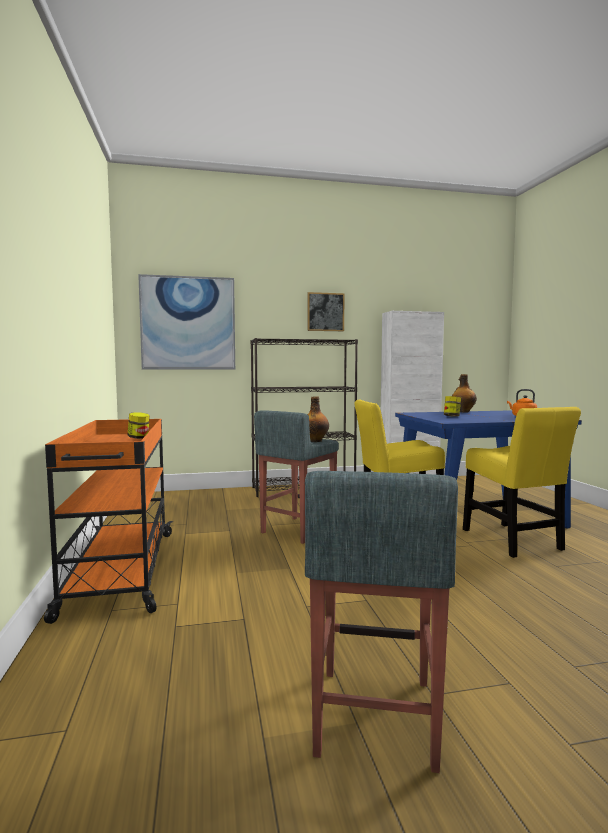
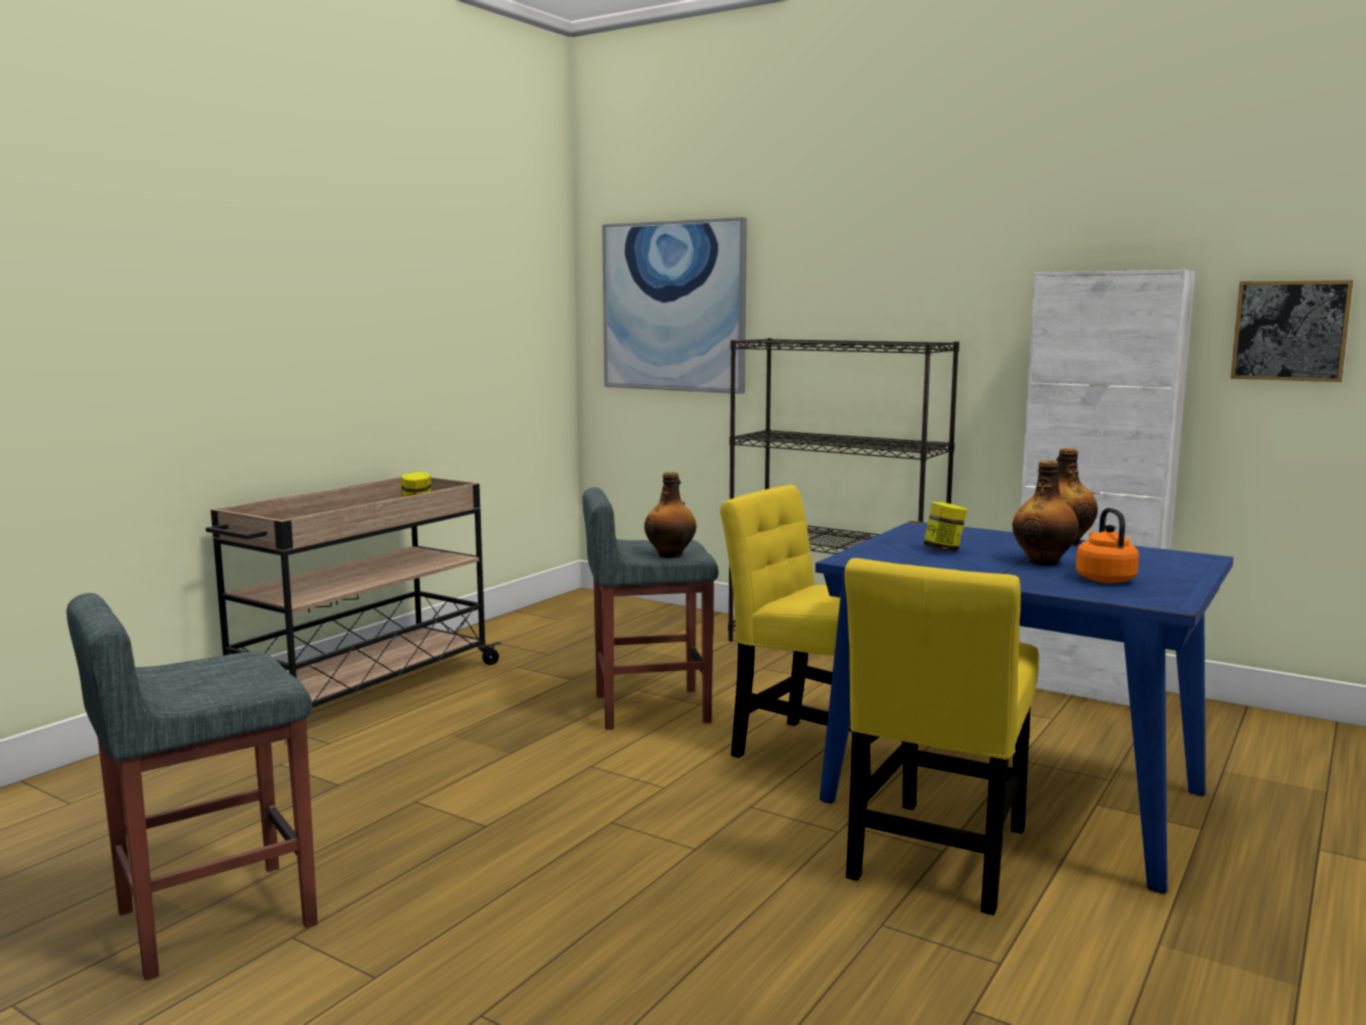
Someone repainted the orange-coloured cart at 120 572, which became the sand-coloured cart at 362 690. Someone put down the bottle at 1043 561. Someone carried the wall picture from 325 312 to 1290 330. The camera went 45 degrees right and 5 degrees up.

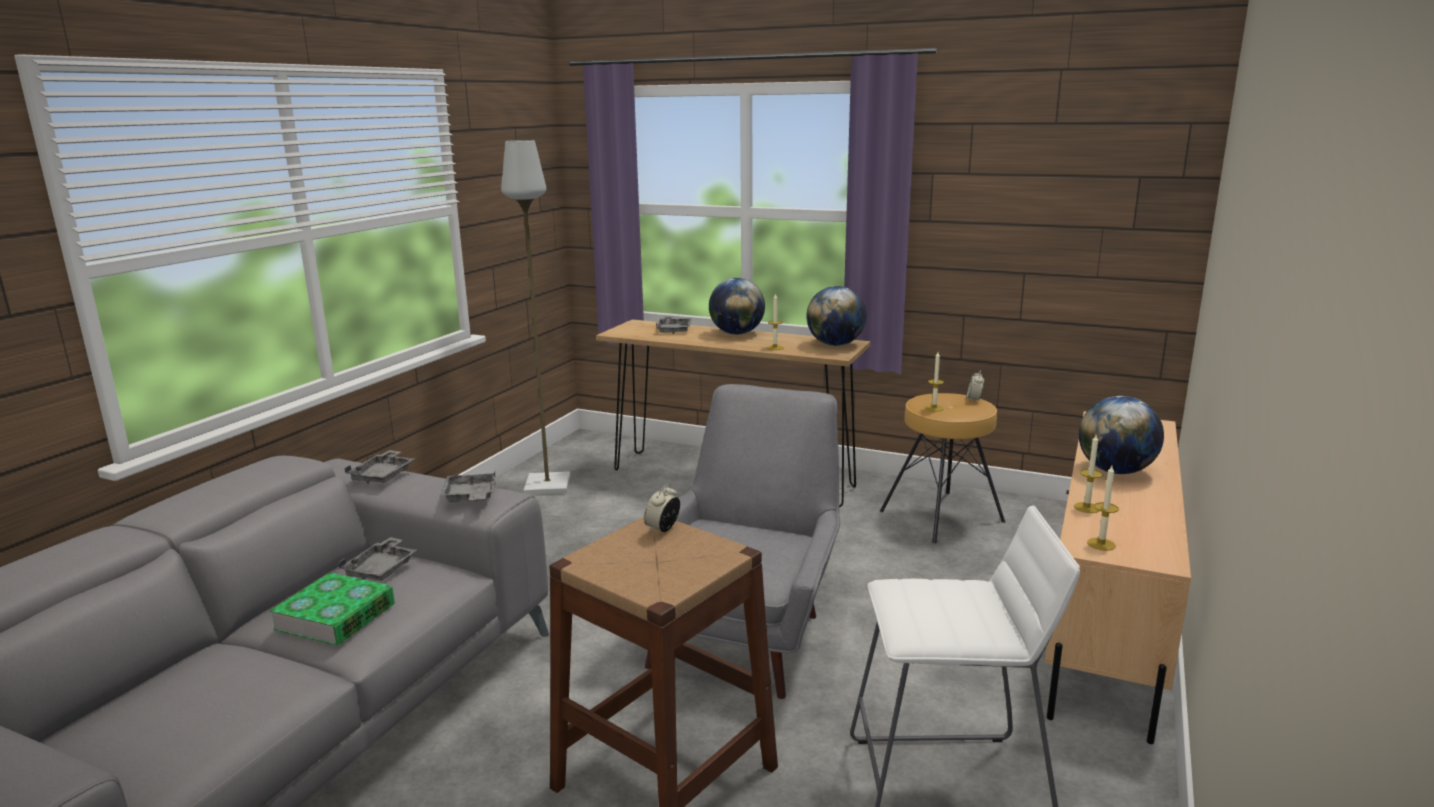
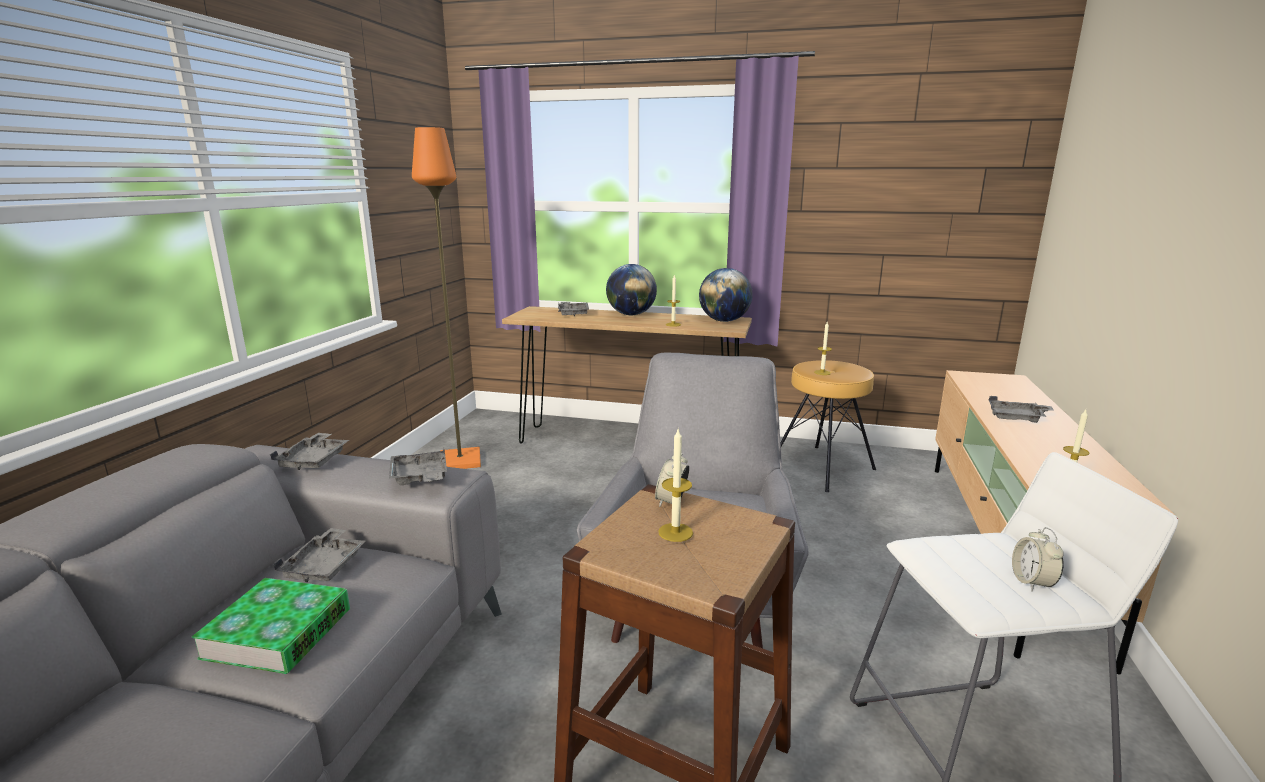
Someone repainted the gray standard lamp at 546 485, which became the orange-coloured standard lamp at 459 460. Someone carried the wax candle from 1086 507 to 675 532. Someone swapped the desk globe at 1115 471 for the gray carrying tray at 1017 418. Someone carried the bedside clock from 974 399 to 1032 582. The camera went 10 degrees left and 0 degrees up.

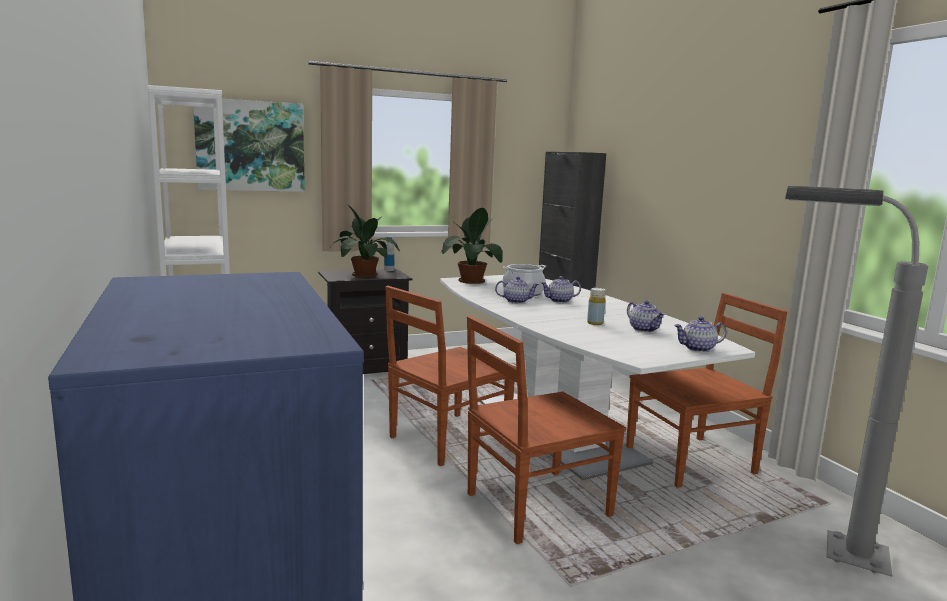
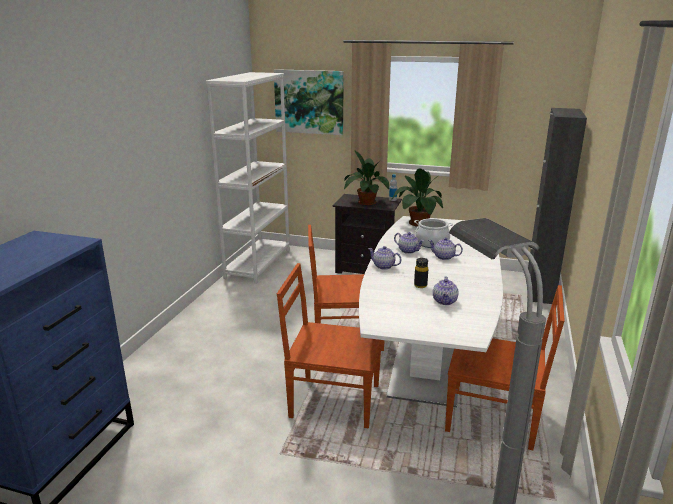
Someone carried the teapot from 698 348 to 383 266. Someone repainted the yellowish bottle at 595 323, which became the blackish bottle at 420 285. The camera went 40 degrees right and 10 degrees up.

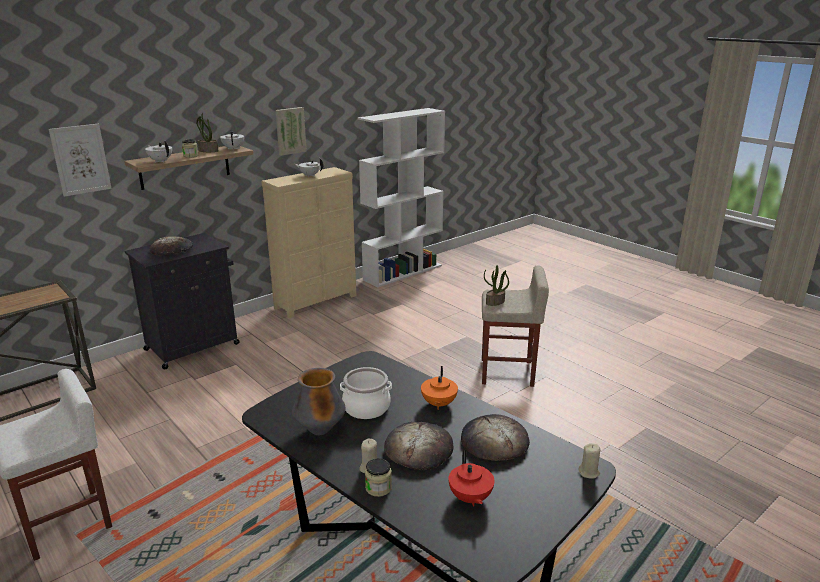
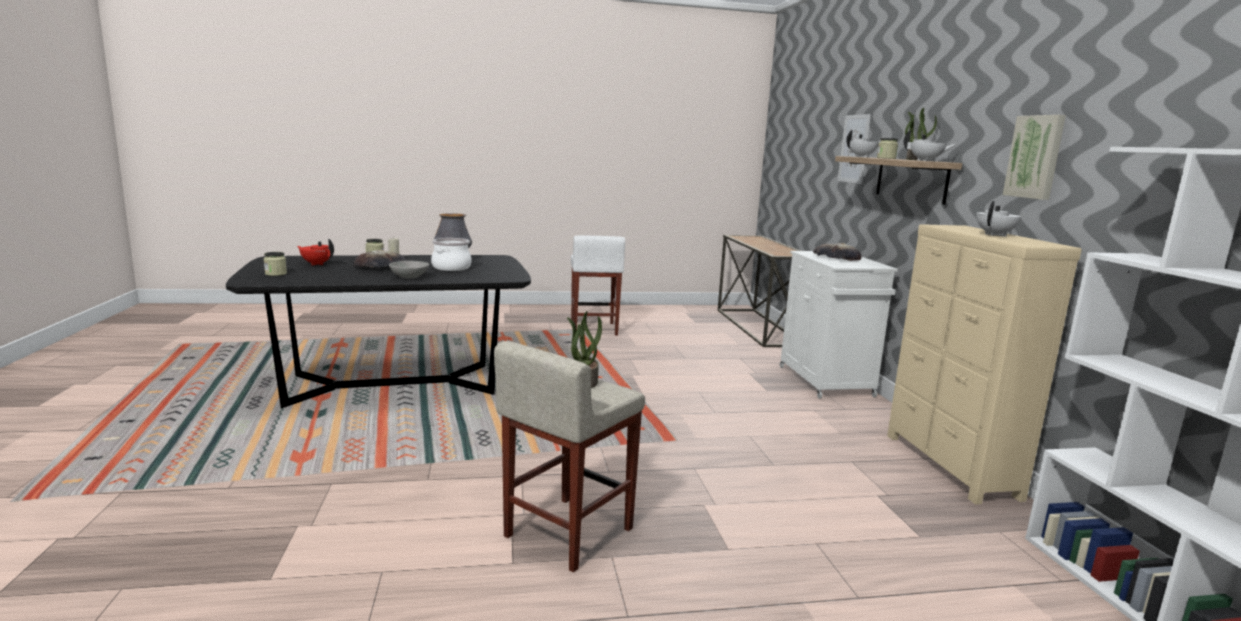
Someone put down the jar at 275 274. Someone swapped the orange-coloured teapot at 438 404 for the gray serving bowl at 409 277. Someone repainted the blackish storage cabinet at 194 346, which became the white storage cabinet at 826 382. Someone took away the bakery bread at 494 441. Someone took away the sand-coloured wax candle at 589 472. The camera went 120 degrees right and 10 degrees down.

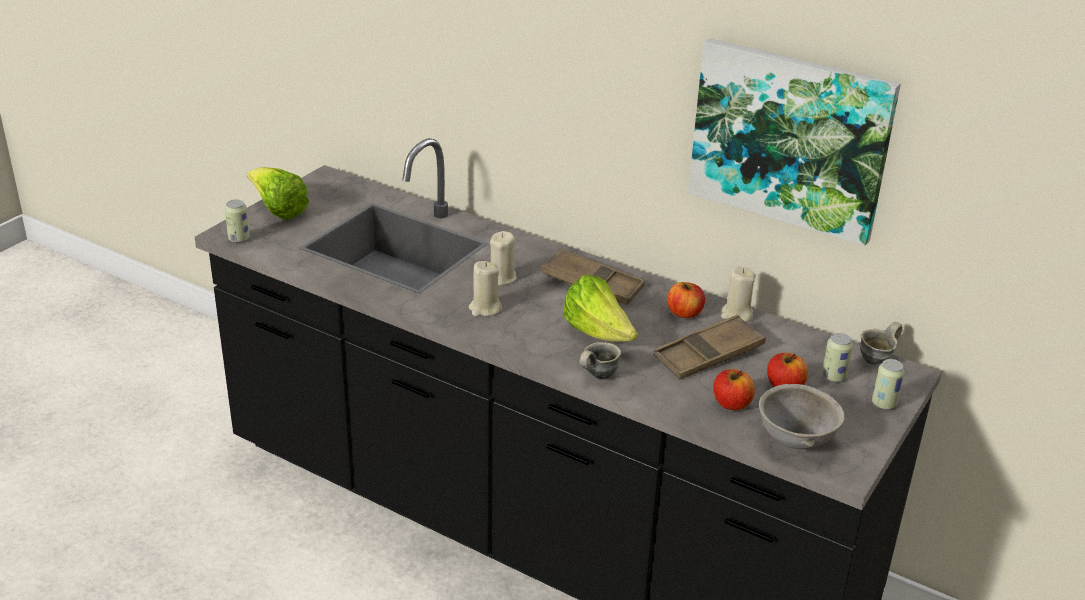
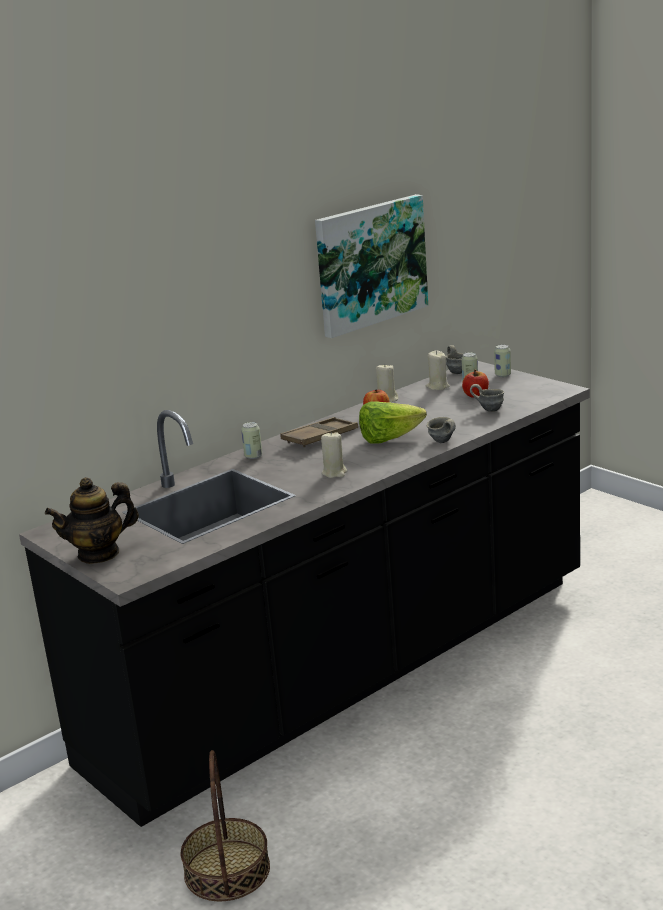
Someone swapped the head of lettuce at 278 210 for the teapot at 99 554. Someone put down the basket at 227 870. Someone carried the sealed can from 239 239 to 253 456. Someone carried the sand-coloured wax candle from 501 278 to 437 387. Someone swapped the apple fruit at 731 403 for the gray tea mug at 489 409. Someone took away the brown-coloured carrying tray at 708 354. Someone took away the gray serving bowl at 796 440. The camera went 70 degrees left and 10 degrees down.

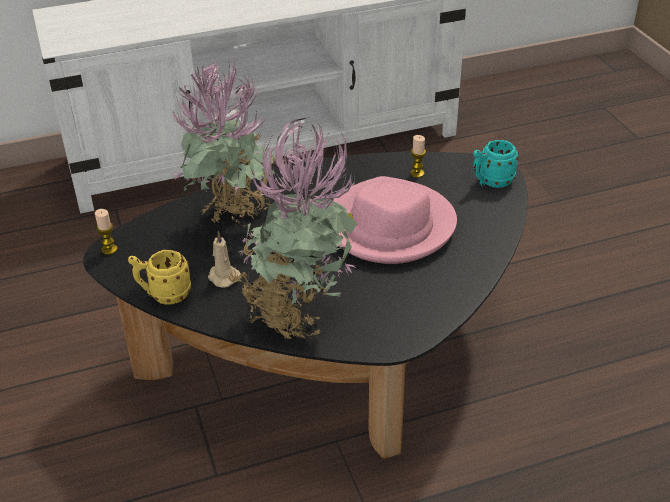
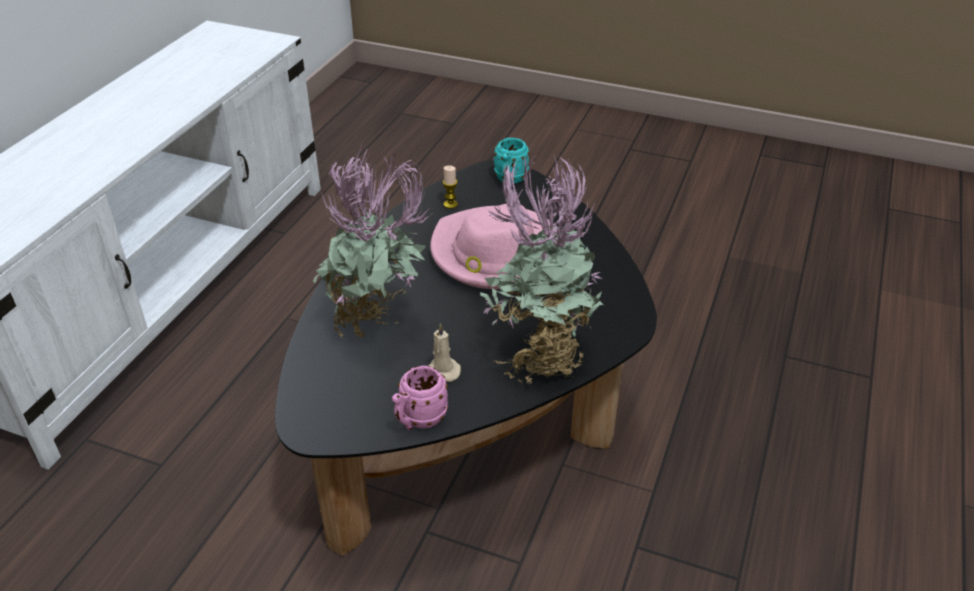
Someone repainted the yellowish tea mug at 164 295, which became the pink tea mug at 419 420. Someone took away the wax candle at 109 249. The camera went 50 degrees left and 0 degrees up.

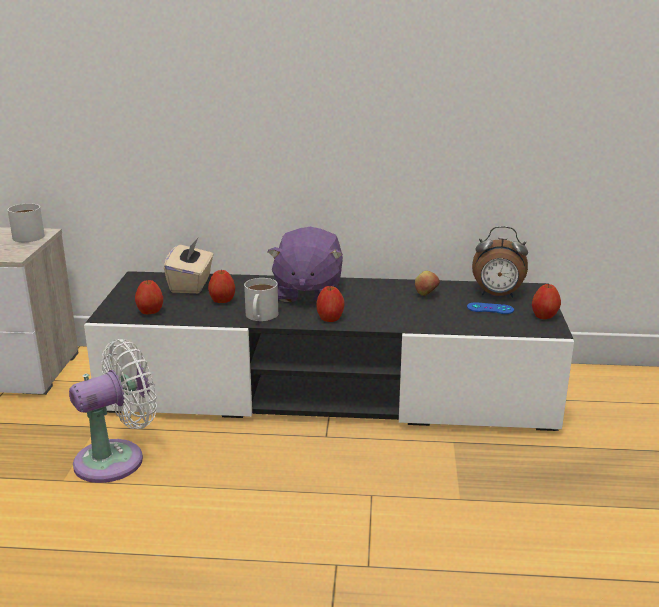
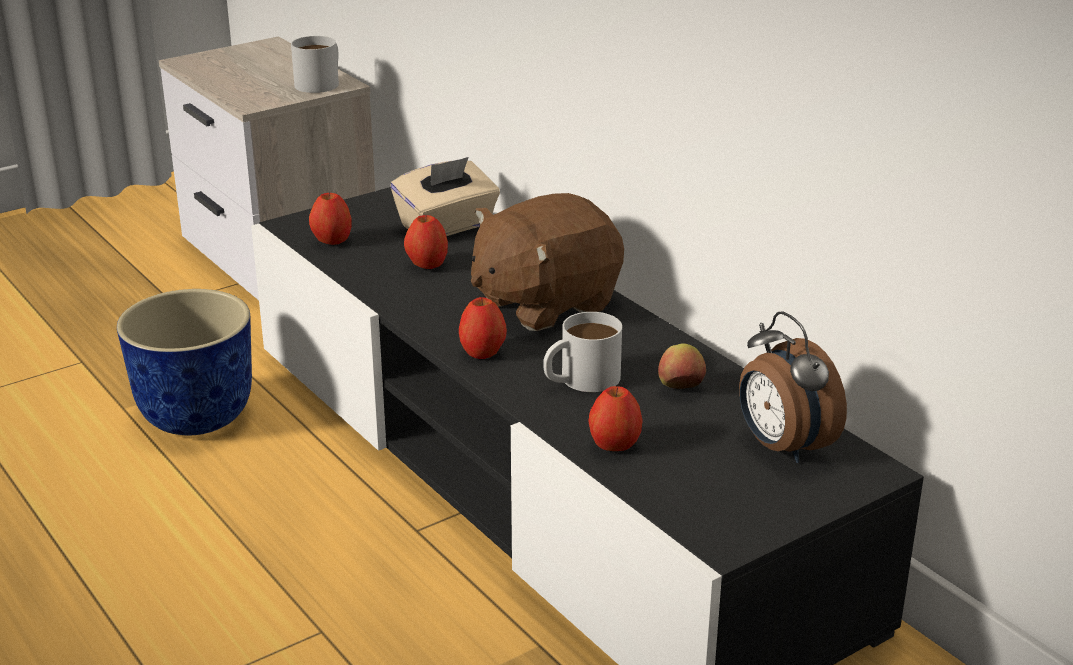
Someone swapped the white fan at 116 459 for the planter at 196 416. Someone repainted the purple soft toy at 307 292, which became the brown-coloured soft toy at 544 303. Someone carried the white tea mug from 260 317 to 580 380. Someone carried the apple fruit from 544 317 to 614 446. Someone took away the blue joypad at 490 309. The camera went 50 degrees right and 5 degrees up.

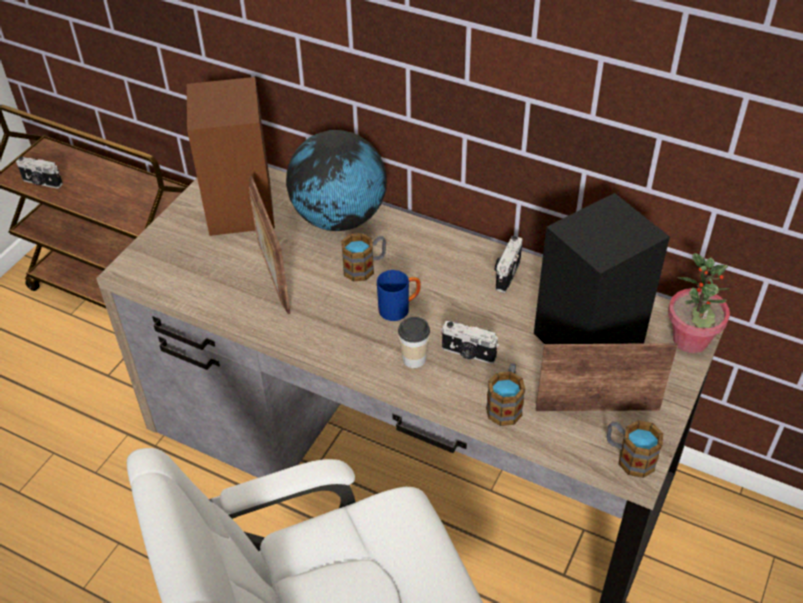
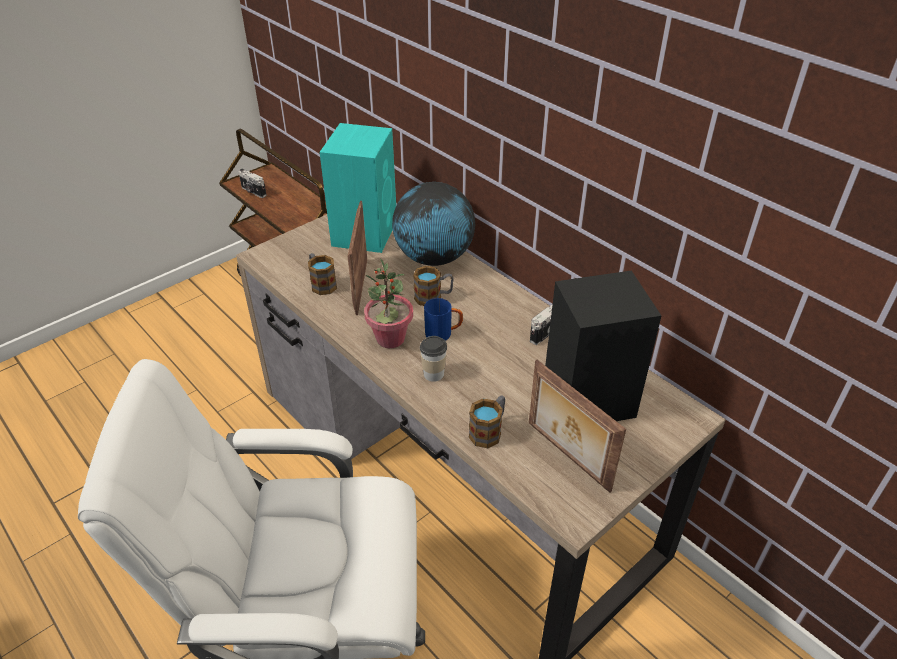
Someone carried the tea mug from 629 457 to 321 283. Someone repainted the brown-coloured speaker at 240 206, which became the turquoise speaker at 365 232. Someone carried the houseplant from 690 340 to 390 339. Someone rotated the picture frame at 597 407 by 150 degrees counterclockwise. Someone took away the still camera at 468 354. The camera went 20 degrees right and 5 degrees down.

